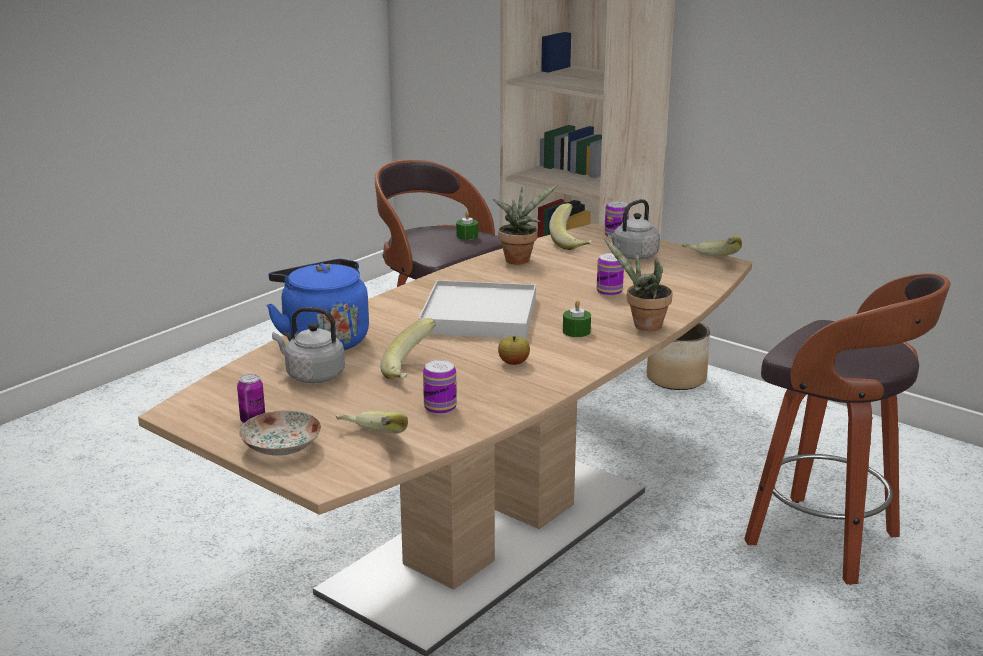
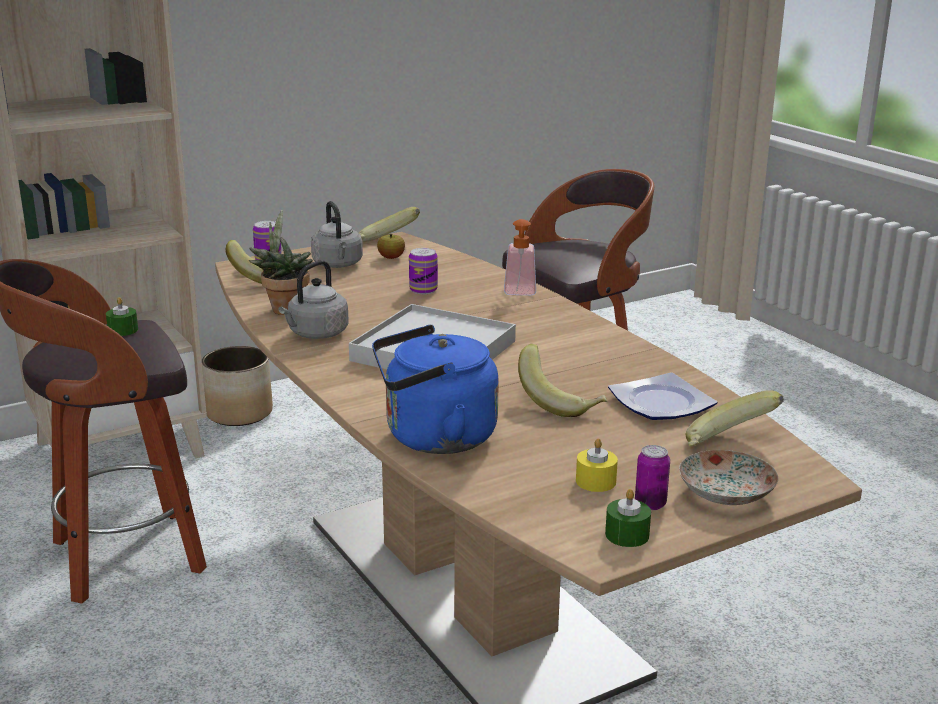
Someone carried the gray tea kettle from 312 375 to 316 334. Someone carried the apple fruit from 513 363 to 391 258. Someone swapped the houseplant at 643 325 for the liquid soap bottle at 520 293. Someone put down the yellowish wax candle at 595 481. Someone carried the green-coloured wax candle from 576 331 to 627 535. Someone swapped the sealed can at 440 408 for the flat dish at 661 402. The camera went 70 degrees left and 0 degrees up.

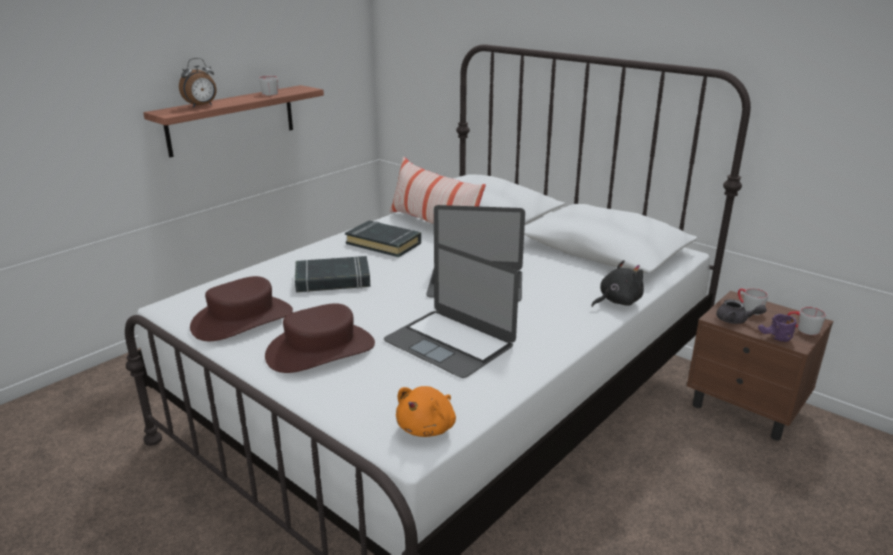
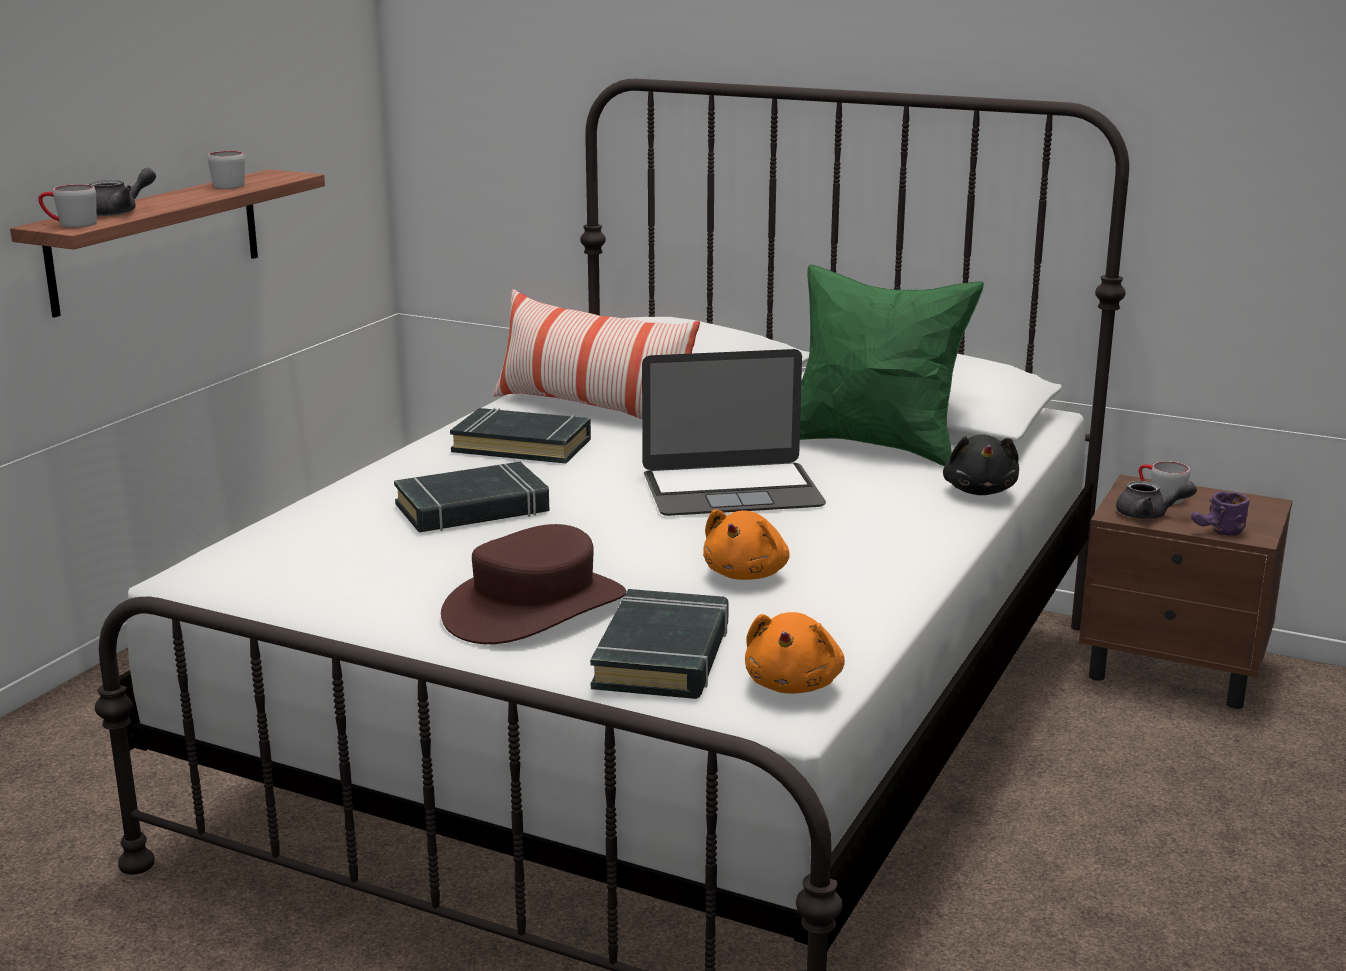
Someone carried the gray tea mug from 802 329 to 69 224. Someone swapped the bedside clock at 202 106 for the gray teapot at 119 212. Someone put down the blackish bound book at 663 656. Someone swapped the portable computer at 449 343 for the orange-coloured soft toy at 747 574. Someone put down the green-coloured pillow at 874 445. Someone rotated the blackish soft toy at 617 301 by 135 degrees clockwise. Someone took away the brown-coloured clothing hat at 242 319. The camera went 15 degrees left and 5 degrees down.

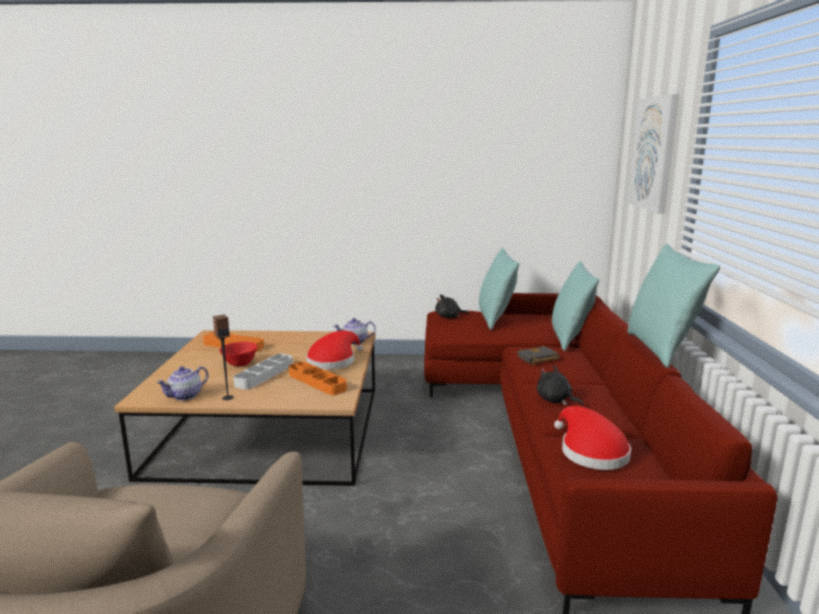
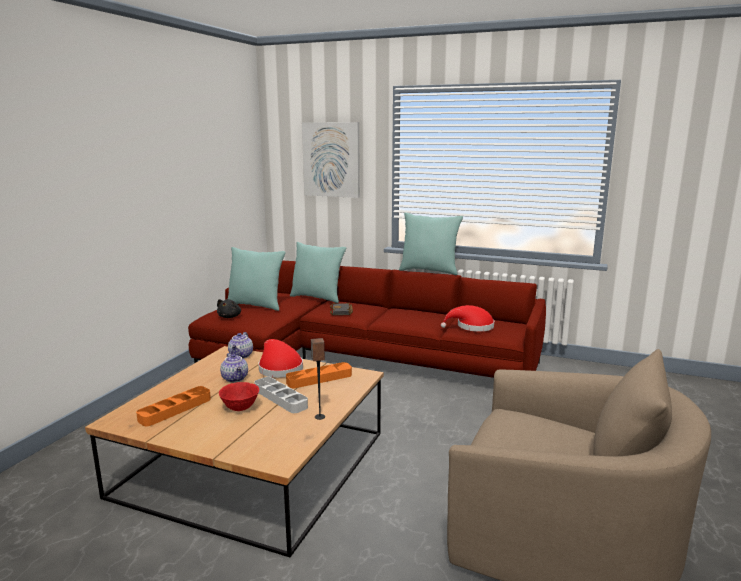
Someone carried the teapot from 185 396 to 235 378. Someone took away the blackish soft toy at 555 400. The camera went 70 degrees left and 0 degrees up.

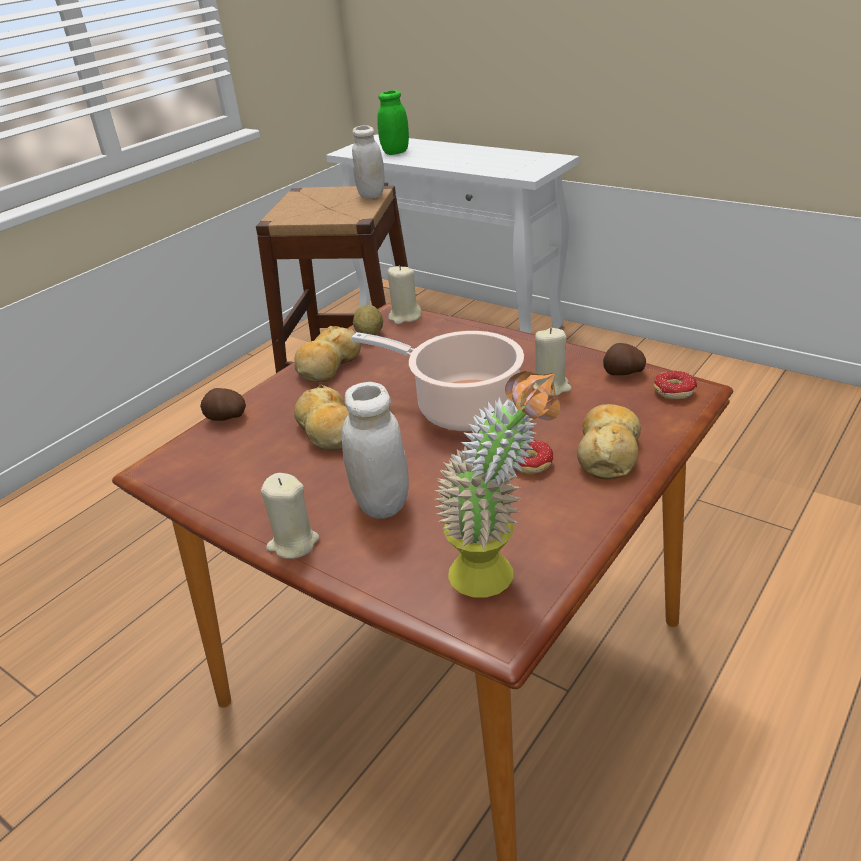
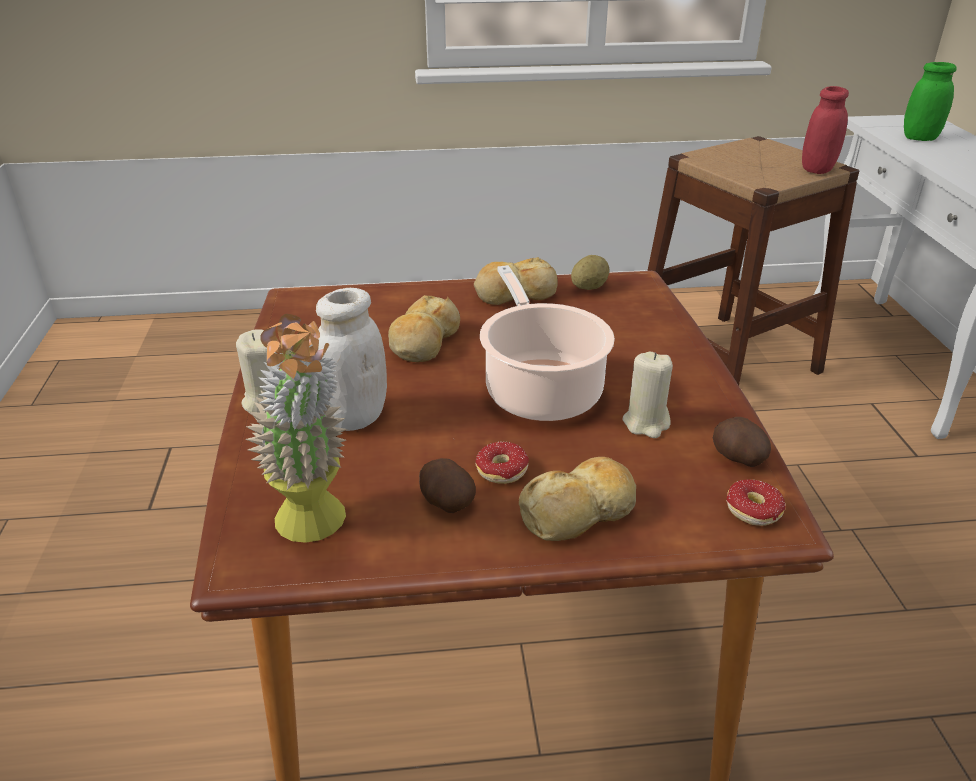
Someone carried the whole potato from 226 418 to 445 502. Someone repainted the white jar at 371 195, which became the red-coloured jar at 817 169. Someone took away the sand-coloured wax candle at 404 317. The camera went 45 degrees right and 0 degrees up.

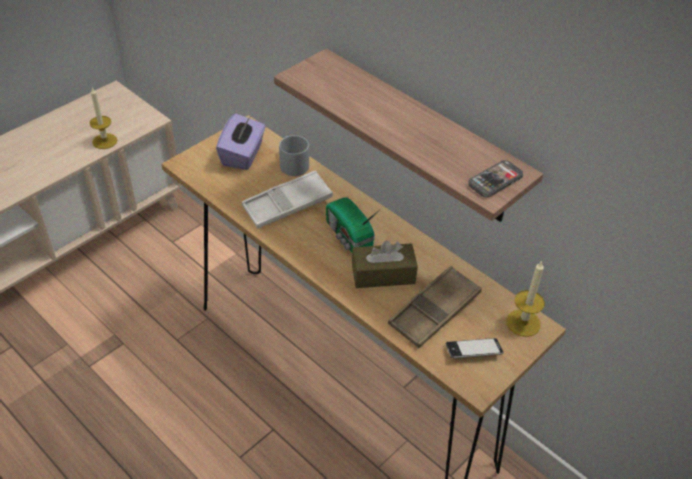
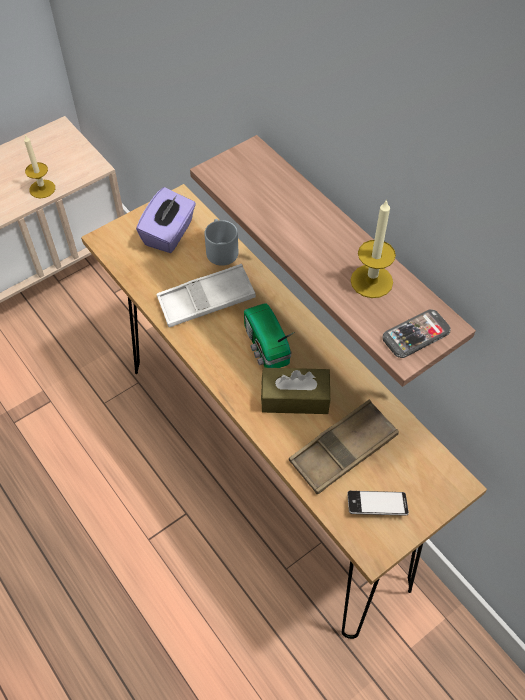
Someone carried the wax candle from 523 323 to 371 281. The camera went 10 degrees right and 10 degrees up.

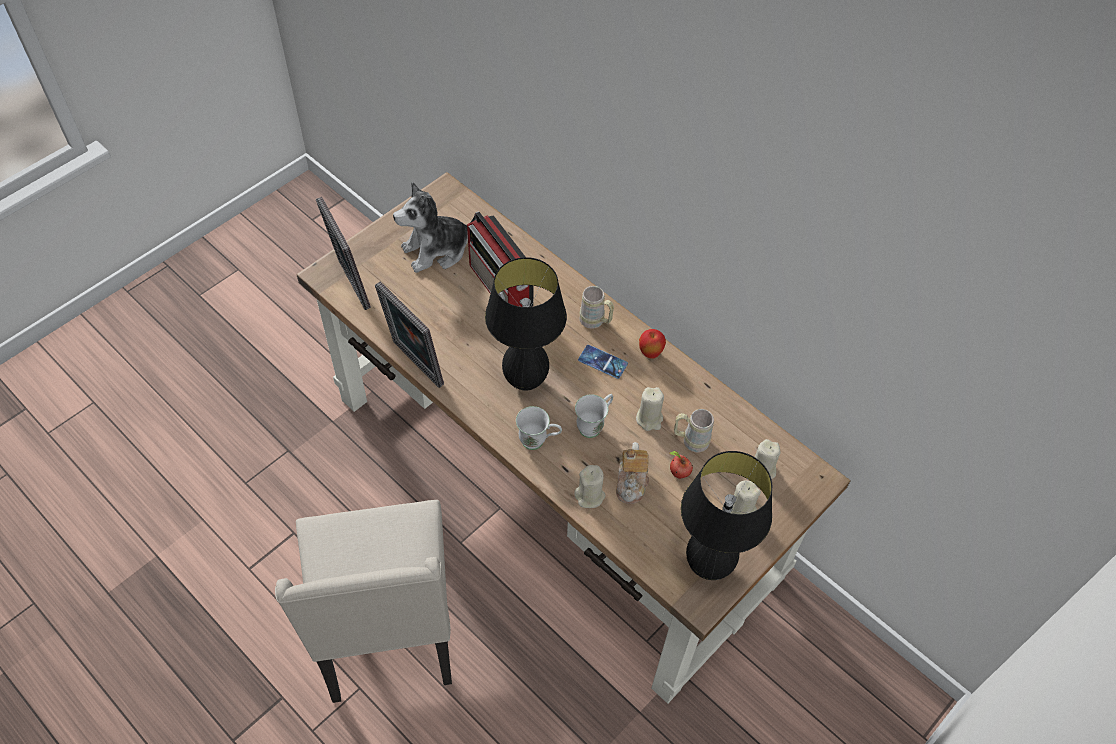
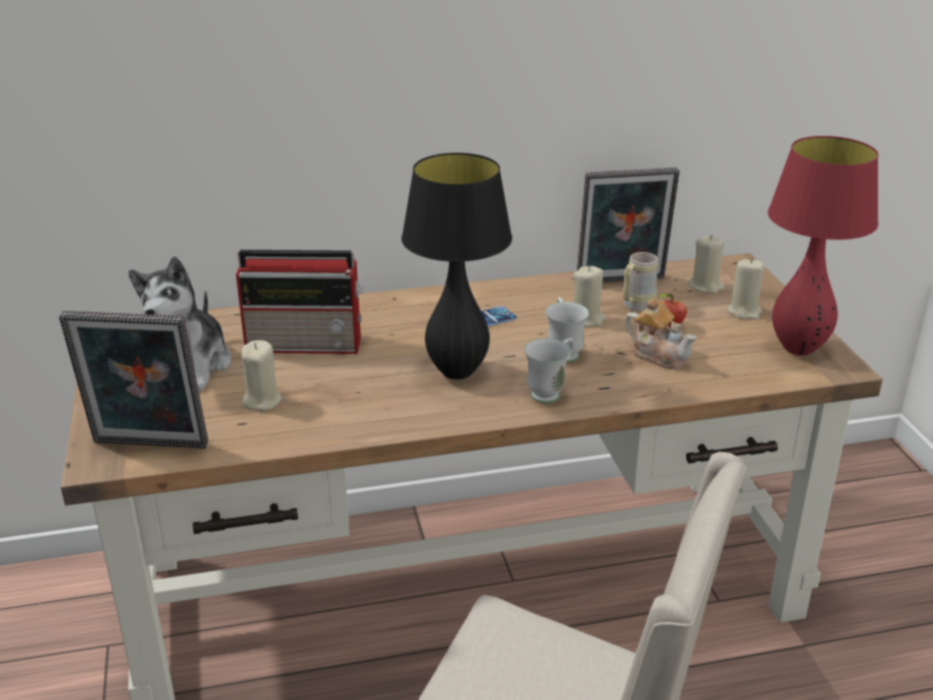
Someone carried the sand-coloured wax candle from 590 496 to 261 400. Someone carried the picture frame from 414 365 to 621 282. Someone repainted the blackish tabletop lamp at 708 566, which became the red-coloured tabletop lamp at 799 348. Someone took away the sand-coloured tea mug at 595 322. Someone took away the apple fruit at 650 353. The camera went 55 degrees left and 25 degrees down.

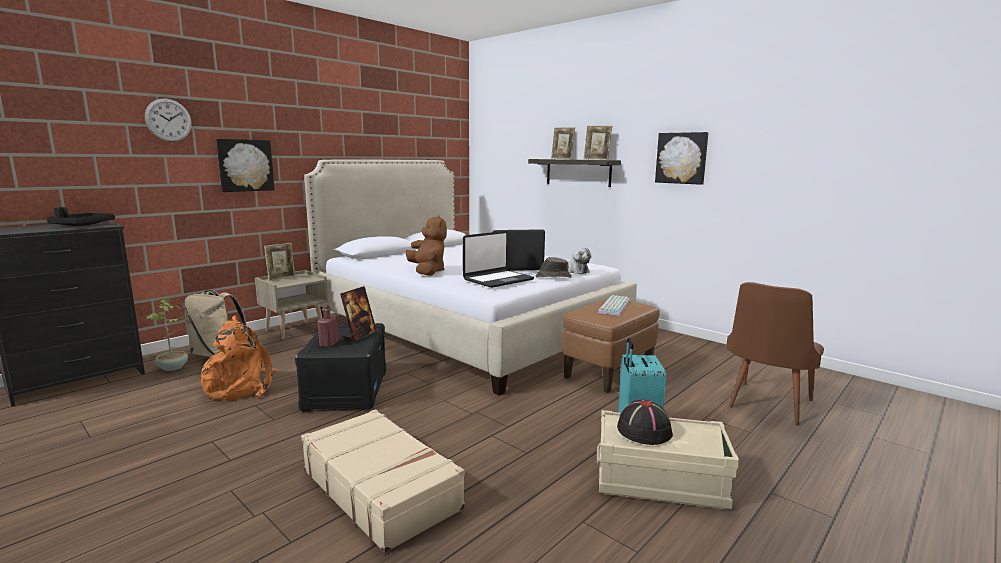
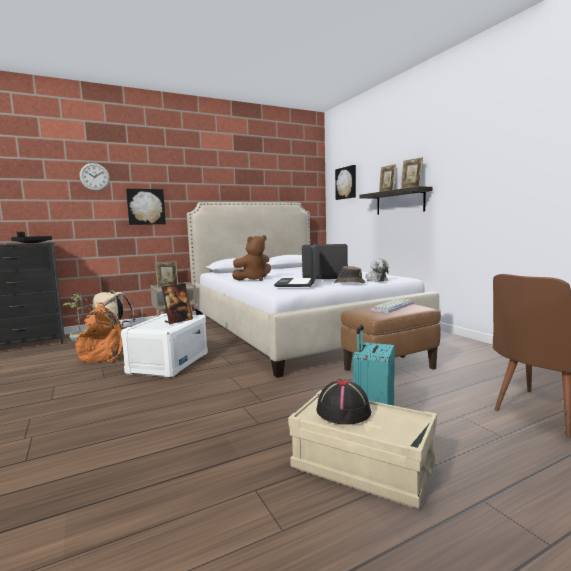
Someone repainted the blackish storage bin at 346 390, which became the white storage bin at 168 363. Someone rotated the brown-coloured soft toy at 427 272 by 60 degrees clockwise. Someone rotated the portable computer at 498 280 by 120 degrees clockwise. Someone carried the wall picture from 681 158 to 346 183. Someone took away the sand-coloured suitcase at 381 489. Someone took away the red-coloured bottle at 329 344. The camera went 20 degrees right and 5 degrees down.

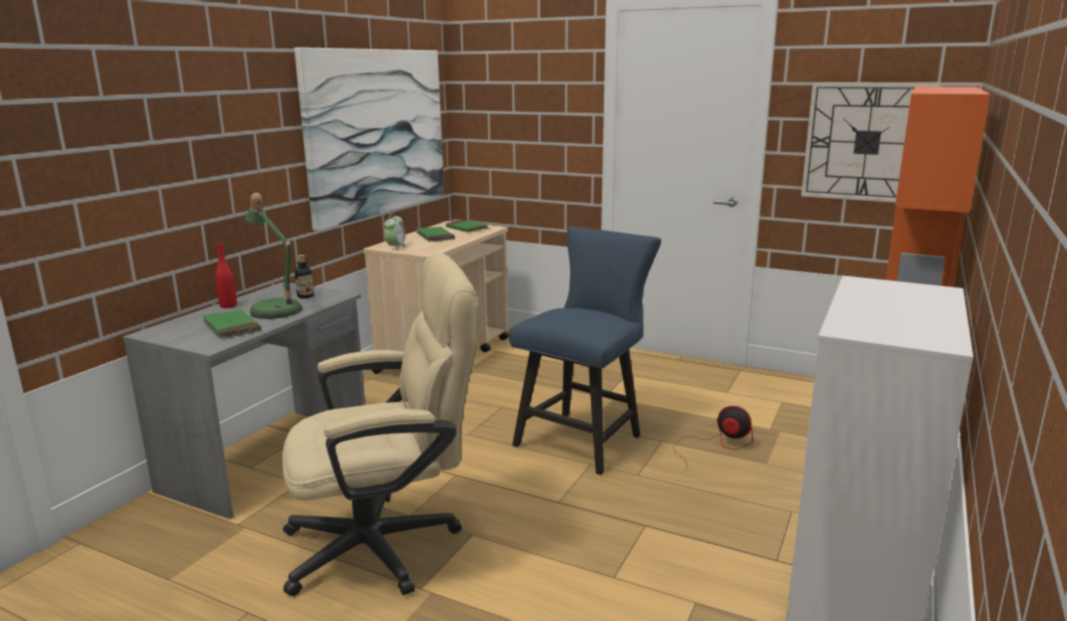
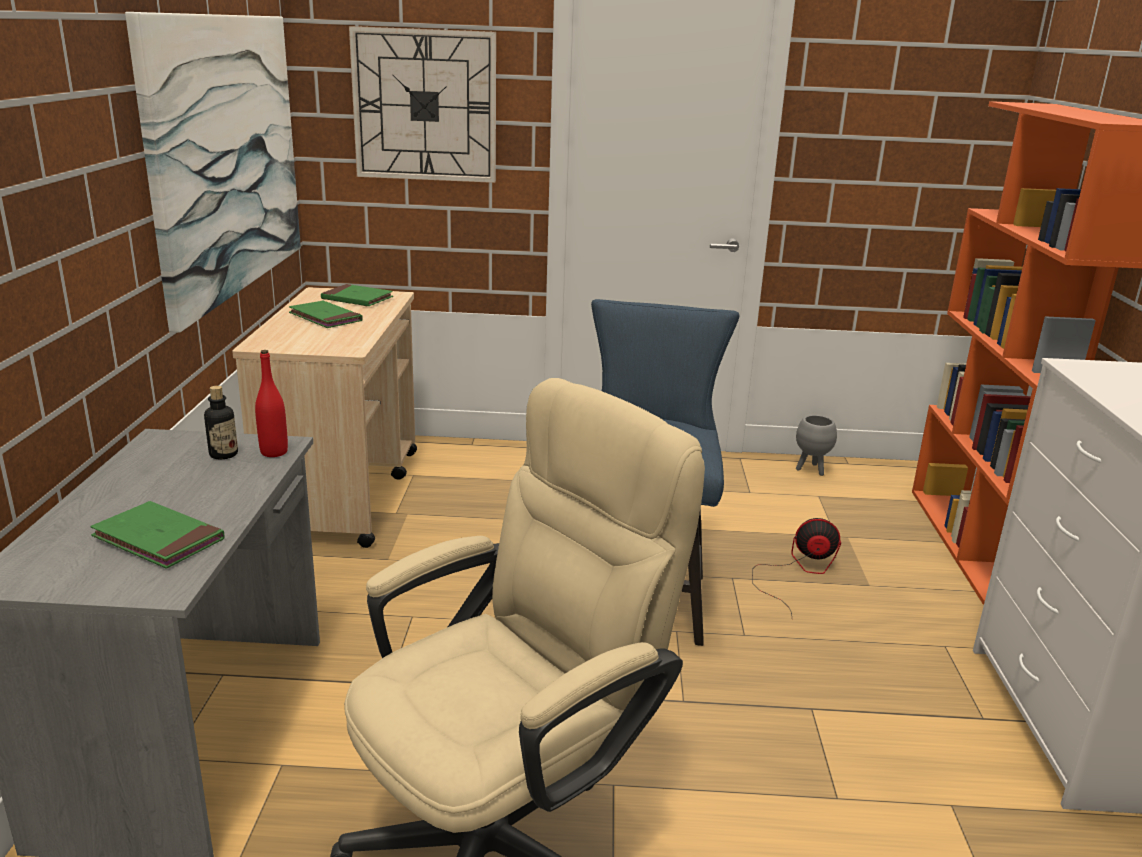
Someone carried the red-coloured bottle from 228 306 to 274 452. Someone carried the clock on the wall from 867 142 to 425 106. Someone put down the gray planter at 811 470. Someone took away the tabletop lamp at 274 308. Someone took away the bedside clock at 396 248. The camera went 25 degrees left and 5 degrees up.

